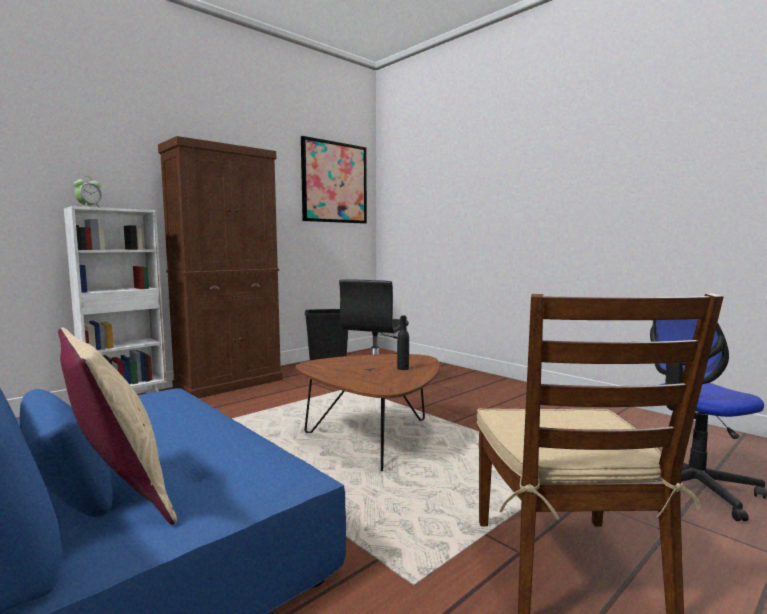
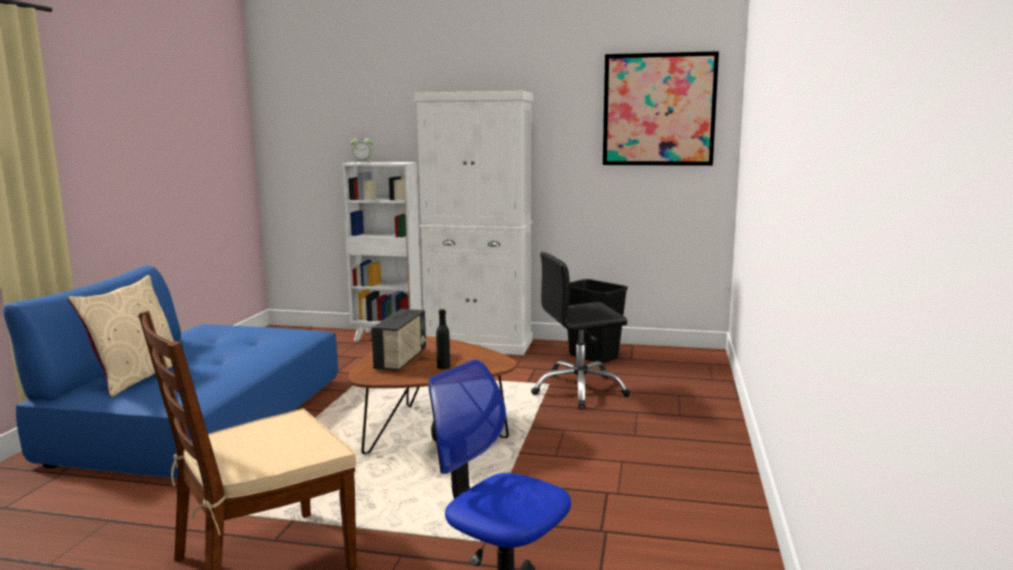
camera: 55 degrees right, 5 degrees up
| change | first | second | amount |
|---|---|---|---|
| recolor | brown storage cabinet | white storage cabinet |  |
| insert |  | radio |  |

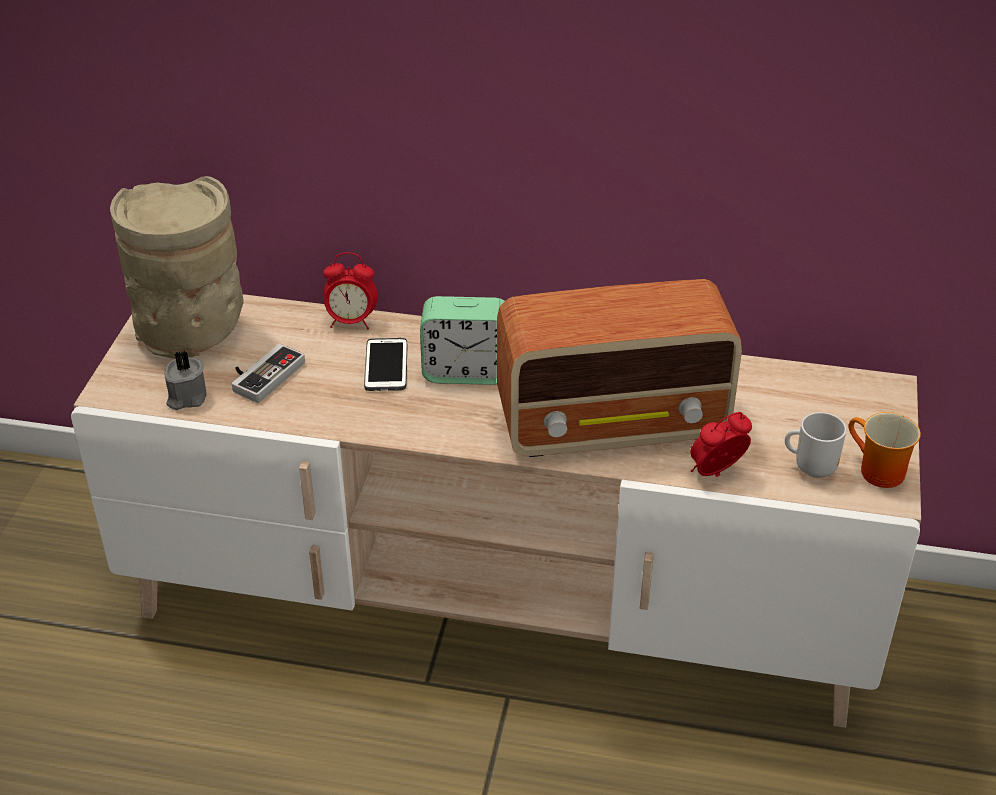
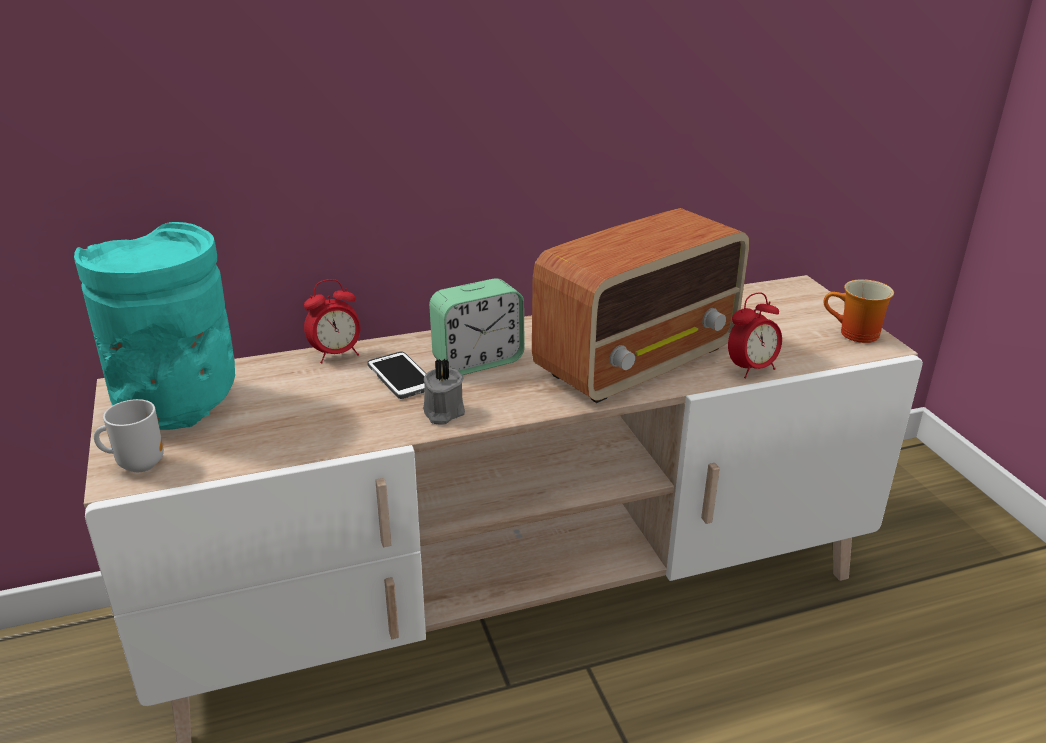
camera: 30 degrees left, 10 degrees down
| change | first | second | amount |
|---|---|---|---|
| recolor | sand-coloured vase | turquoise vase |  |
| delete | joypad |  |  |
| move | gray wax light |  |  |
| rotate | bedside clock (3rd from left) |  | 150 degrees counterclockwise |
| move | tea mug (1st from left) |  |  |

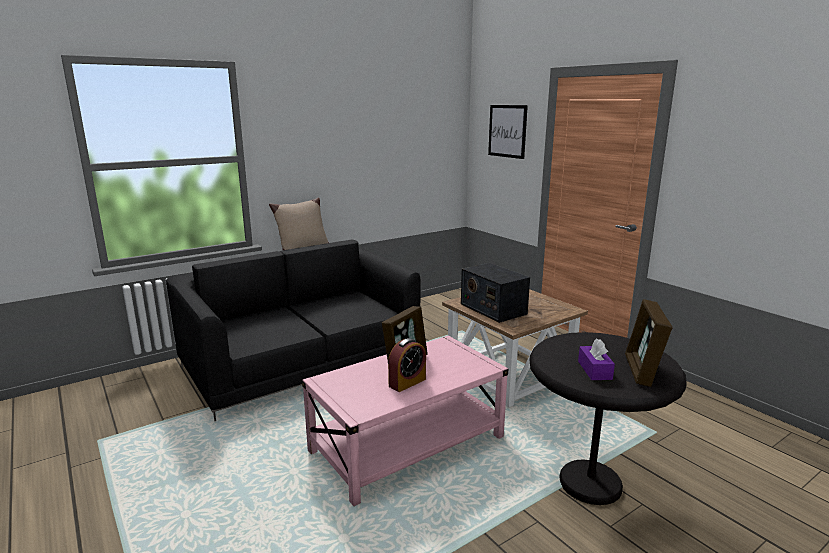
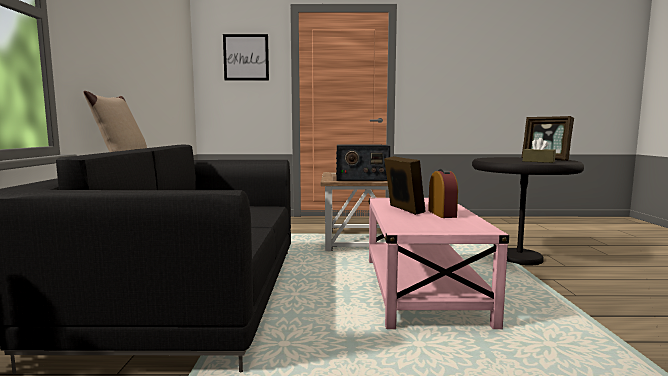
camera: 55 degrees left, 10 degrees down
| change | first | second | amount |
|---|---|---|---|
| recolor | purplish box of tissues | brown box of tissues |  |

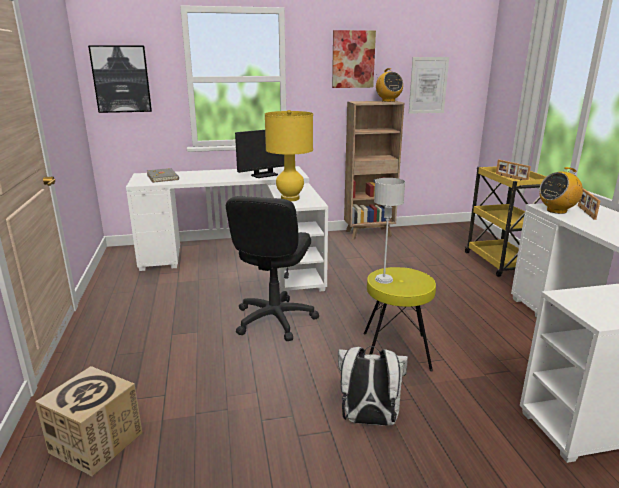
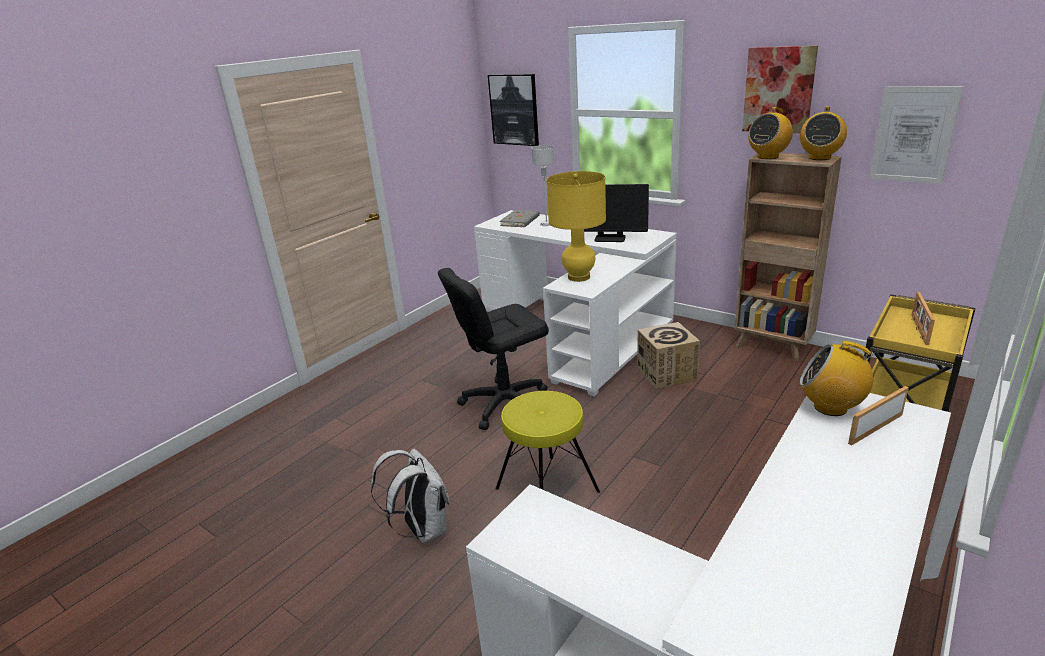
camera: 50 degrees right, 5 degrees up
| change | first | second | amount |
|---|---|---|---|
| move | gray table lamp |  |  |
| move | packing box |  |  |
| insert |  | radio (1st from left) |  |

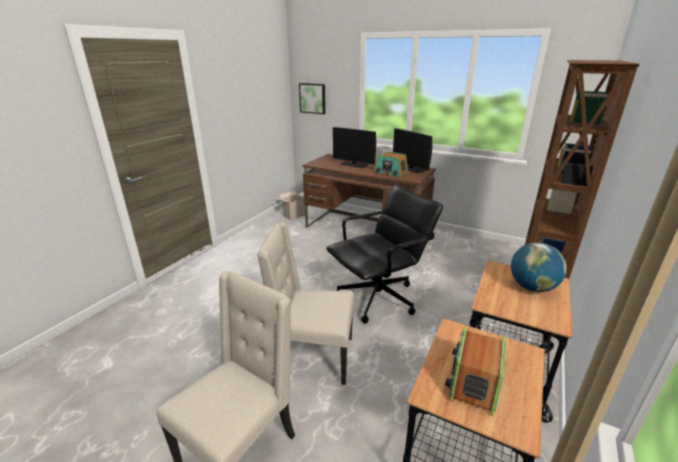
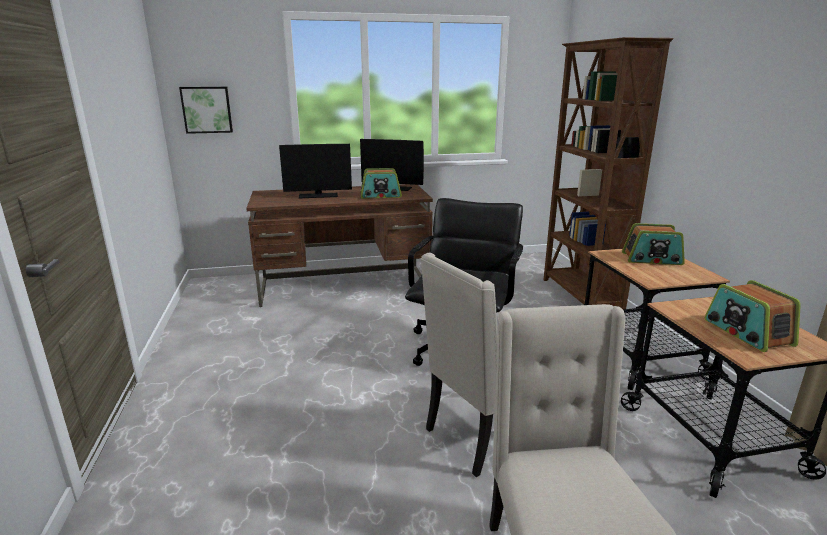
camera: 40 degrees left, 5 degrees down
| change | first | second | amount |
|---|---|---|---|
| delete | packing box |  |  |
| replace | world globe | radio (2nd from left) |  |

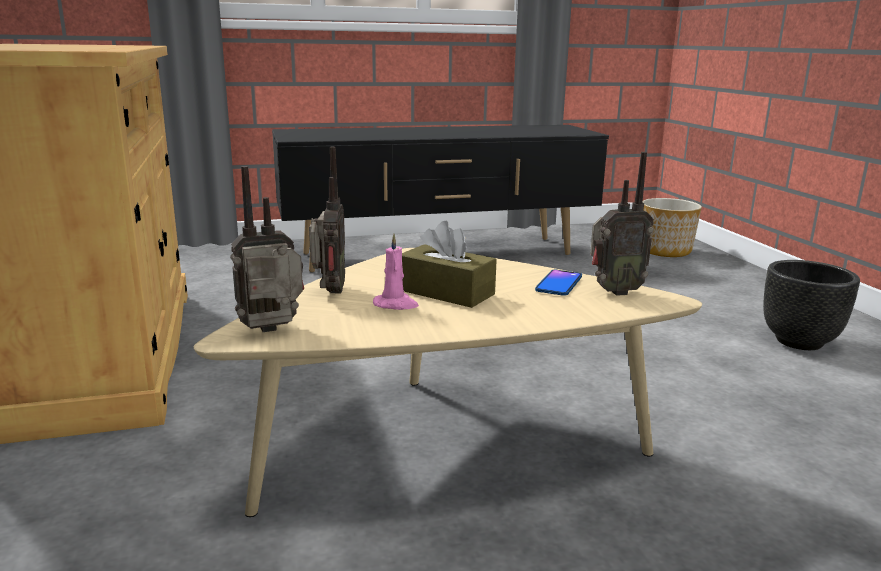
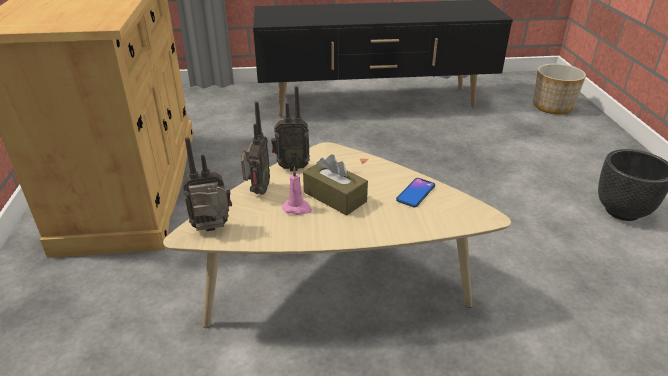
camera: 10 degrees right, 15 degrees up
| change | first | second | amount |
|---|---|---|---|
| move | radio (3rd from left) |  |  |

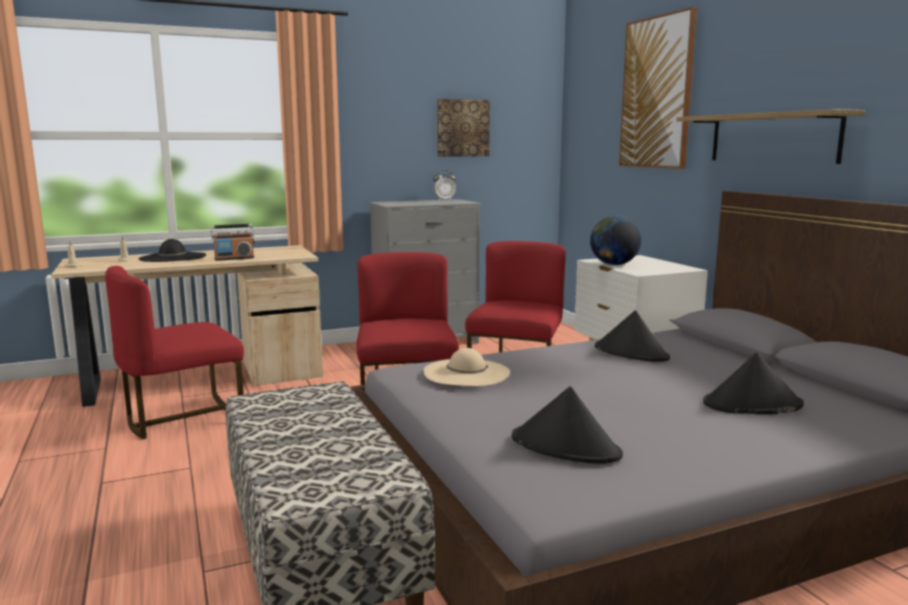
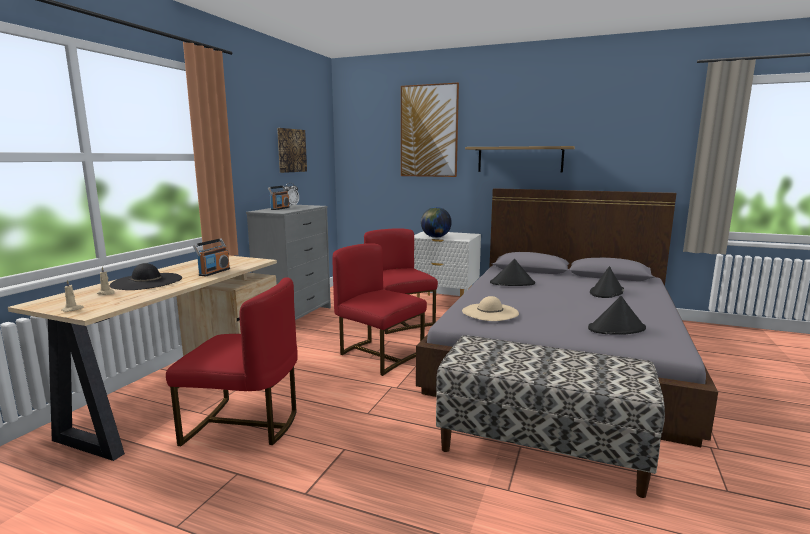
camera: 45 degrees left, 0 degrees up
| change | first | second | amount |
|---|---|---|---|
| rotate | red chair (1st from left) |  | 90 degrees counterclockwise |
| insert |  | radio (2nd from left) |  |

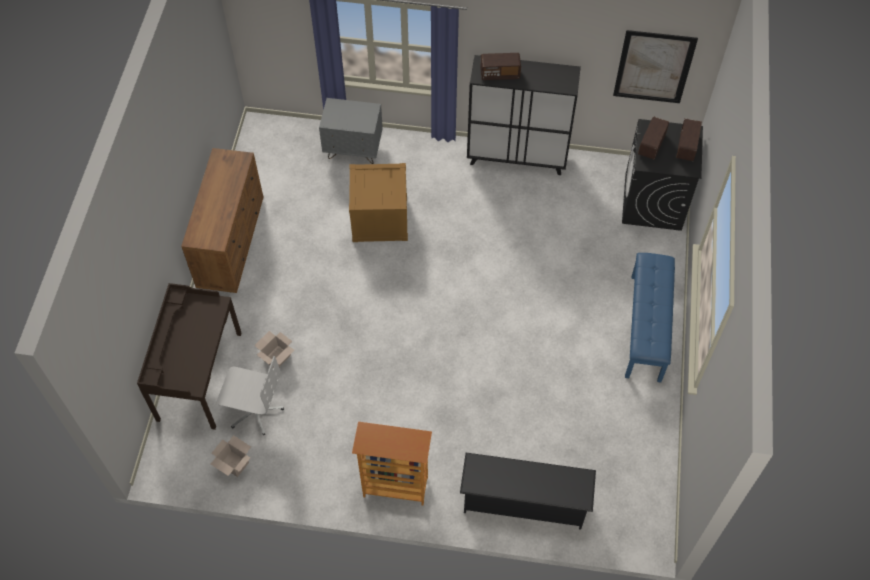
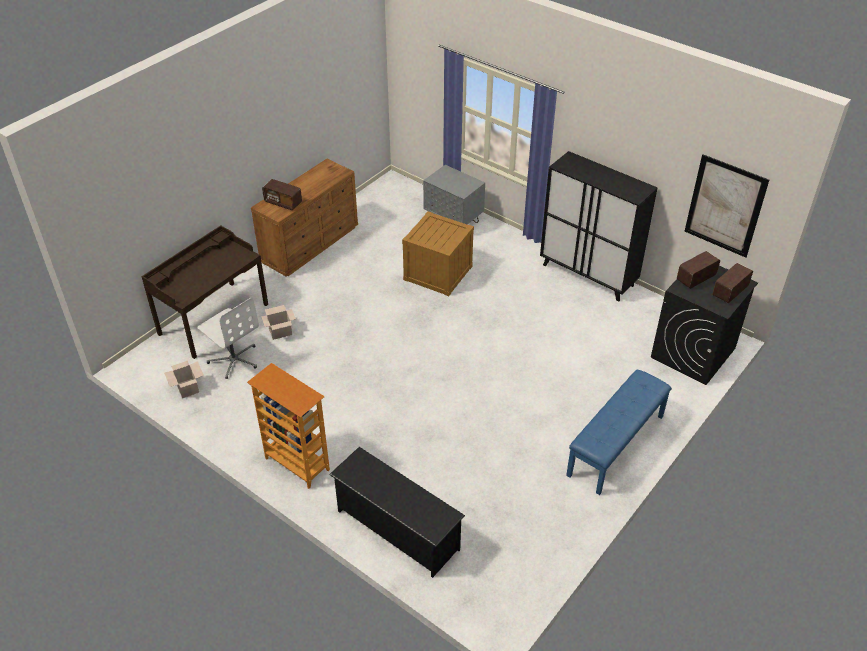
camera: 30 degrees right, 15 degrees down
| change | first | second | amount |
|---|---|---|---|
| move | radio (1st from left) |  |  |

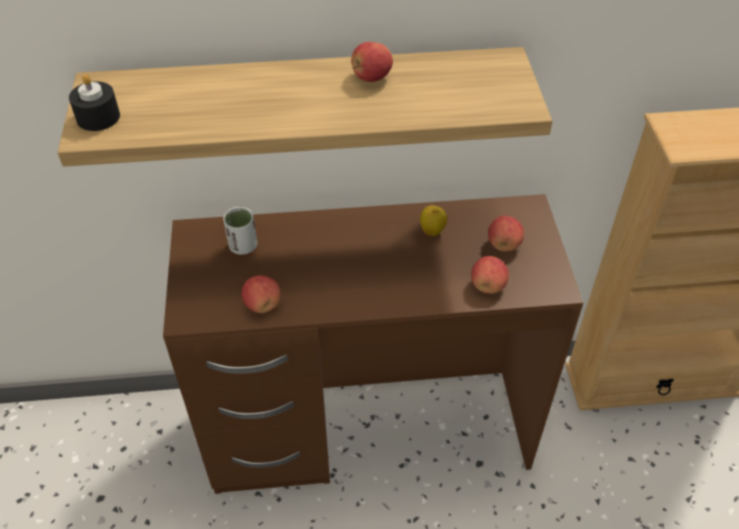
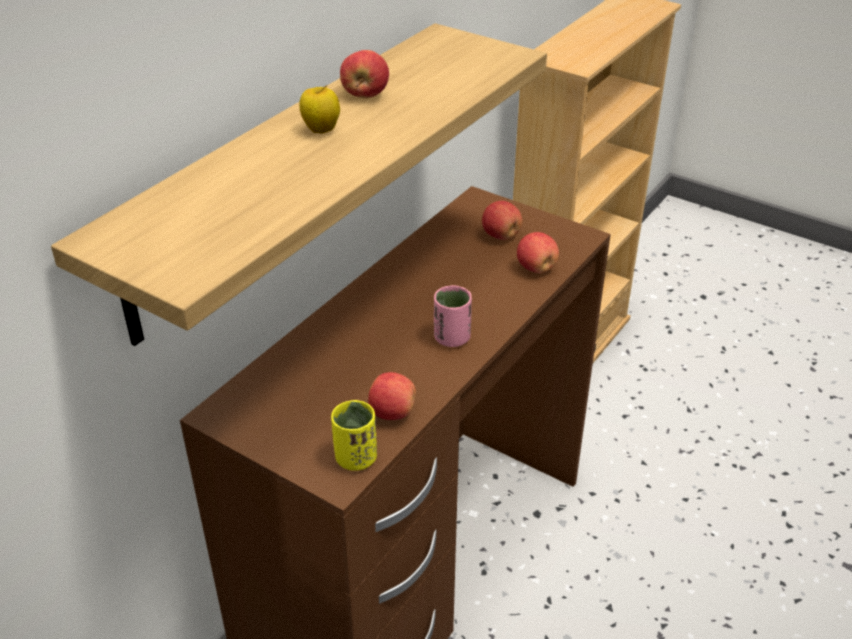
camera: 50 degrees left, 10 degrees down
| change | first | second | amount |
|---|---|---|---|
| delete | blackish wax light |  |  |
| move | whole apple (3rd from left in the first image) | whole apple (1st from left) |  |
| delete | white drinking cup |  |  |
| insert |  | pinkish drinking cup |  |
| insert |  | yellowish drinking cup |  |

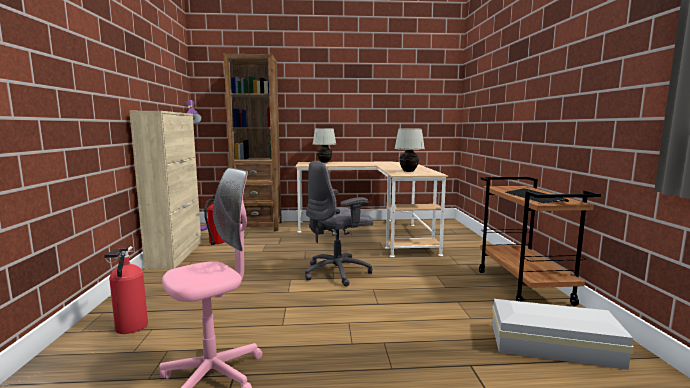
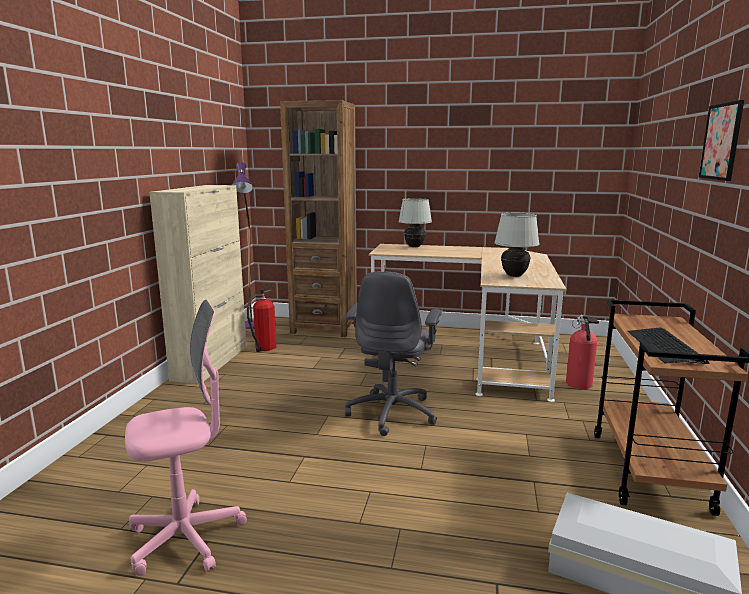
camera: 15 degrees right, 5 degrees up
| change | first | second | amount |
|---|---|---|---|
| rotate | gray computer chair |  | 60 degrees counterclockwise |
| move | extinguisher (1st from left in the first image) | extinguisher (2nd from left) |  |
| insert |  | wall art |  |

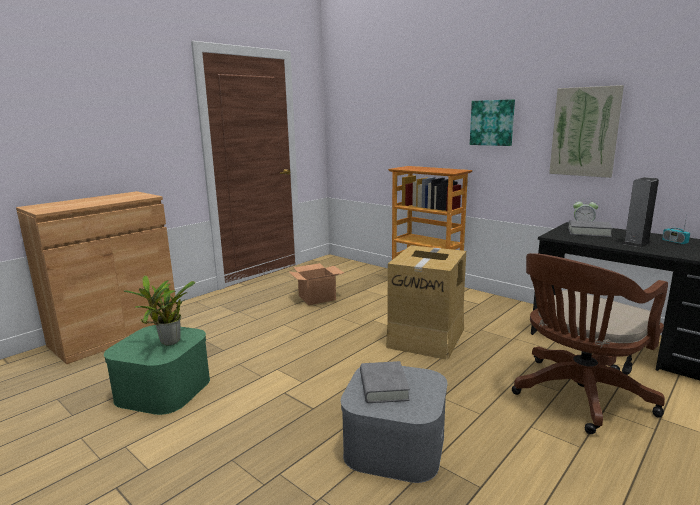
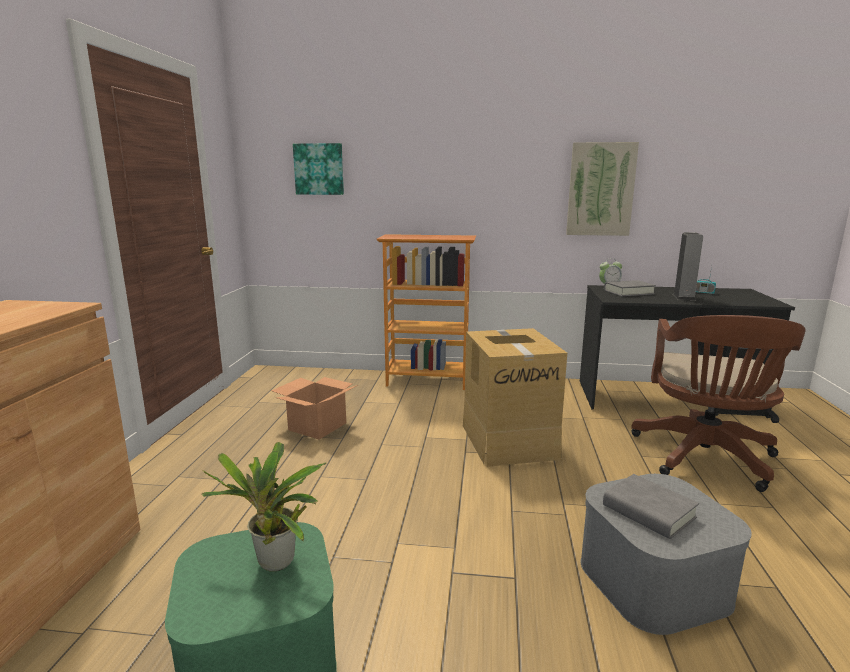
camera: 35 degrees left, 0 degrees up
| change | first | second | amount |
|---|---|---|---|
| move | wall art (1st from left) |  |  |

